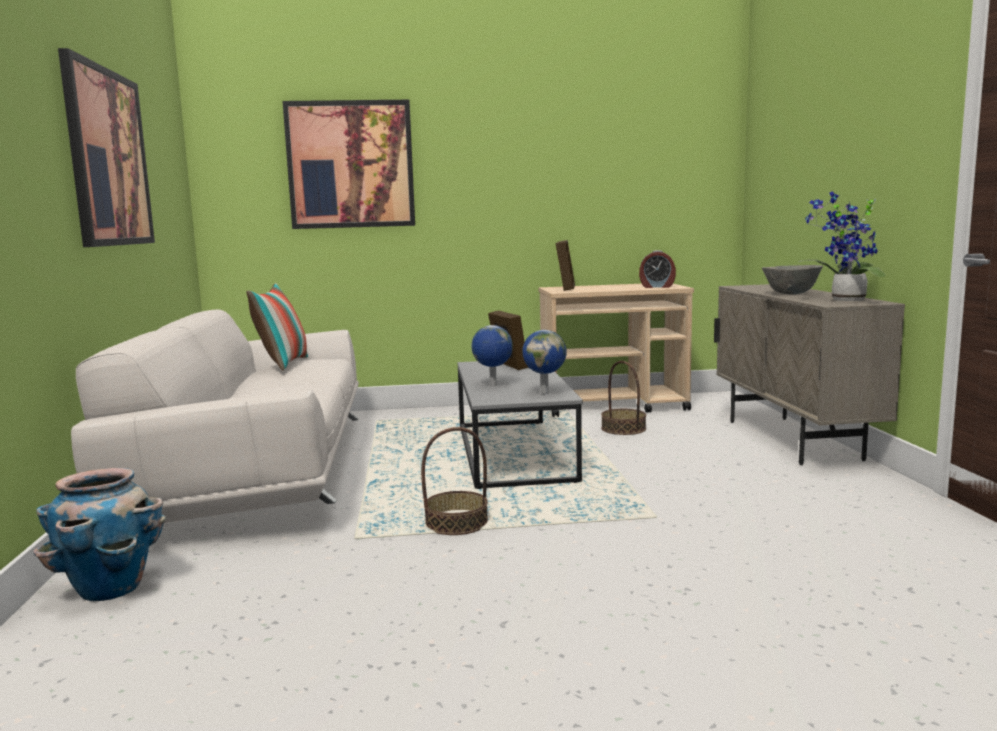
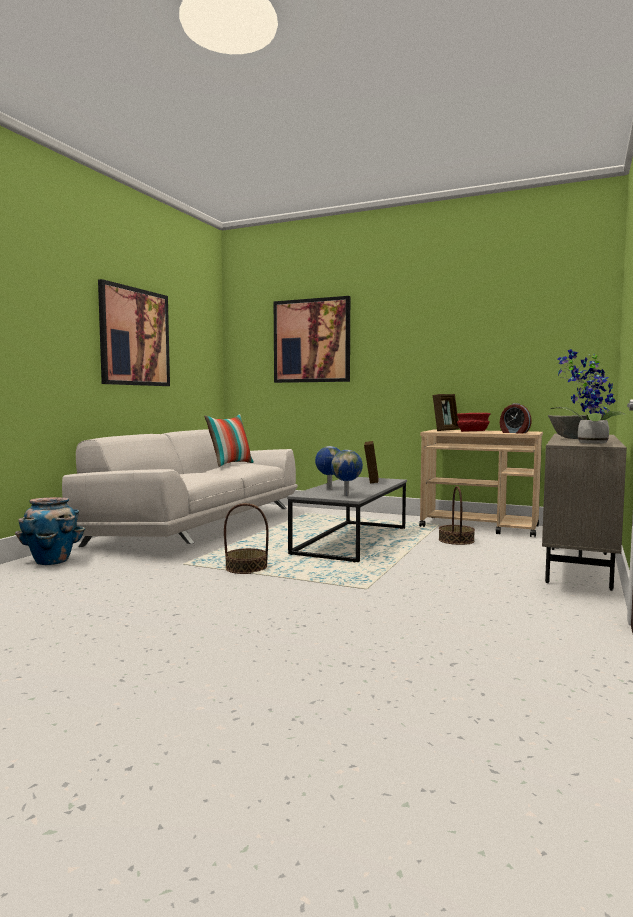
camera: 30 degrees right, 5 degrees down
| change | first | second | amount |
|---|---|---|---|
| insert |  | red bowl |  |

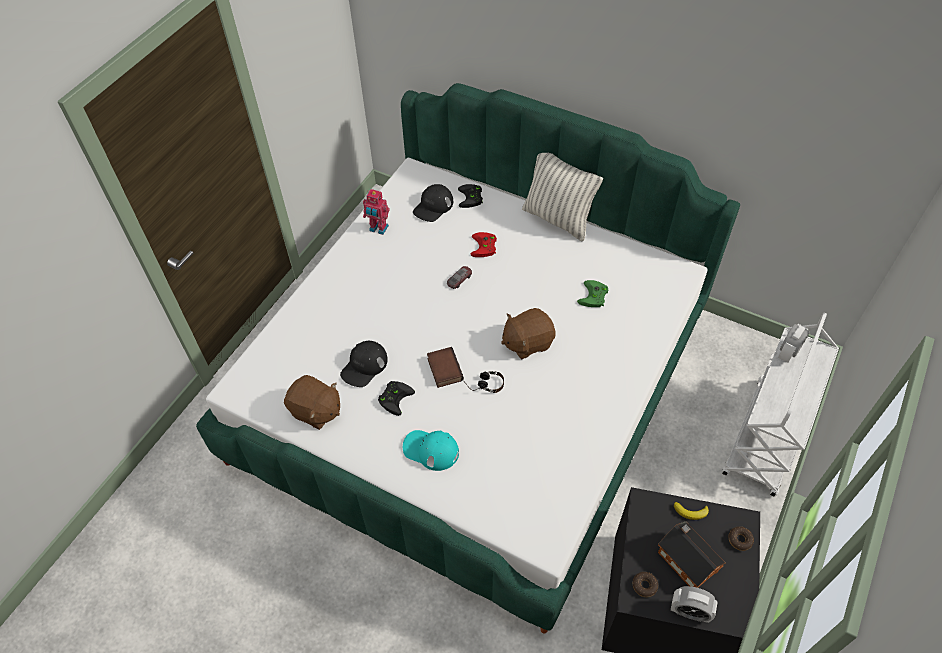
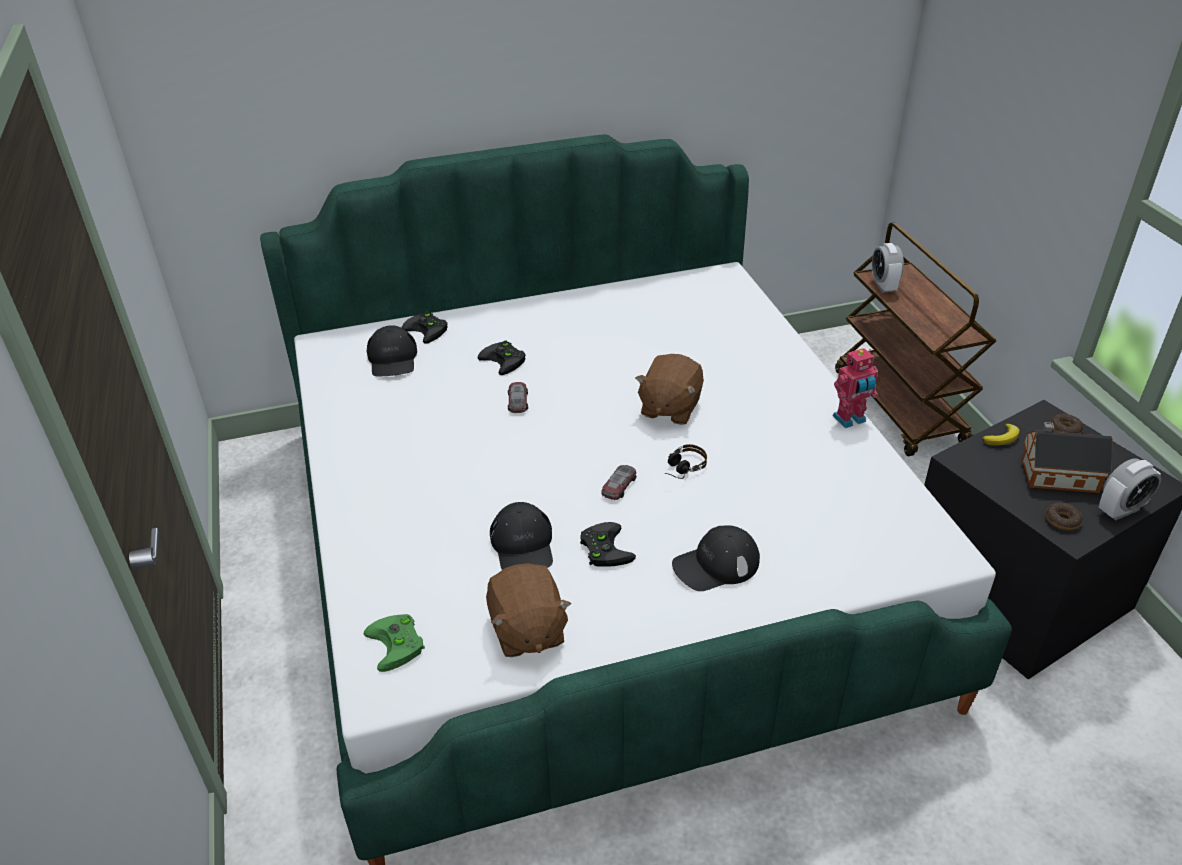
camera: 45 degrees left, 15 degrees down
| change | first | second | amount |
|---|---|---|---|
| delete | cushion |  |  |
| move | model robot |  |  |
| recolor | red joypad | blackish joypad (2nd from left) |  |
| move | greenish joypad |  |  |
| recolor | white trolley | brown trolley |  |
| replace | volume | toy car (2nd from left) |  |
| rotate | brown soft toy (1st from left) |  | 90 degrees clockwise |
| recolor | turquoise cap | blackish cap (3rd from left) |  |

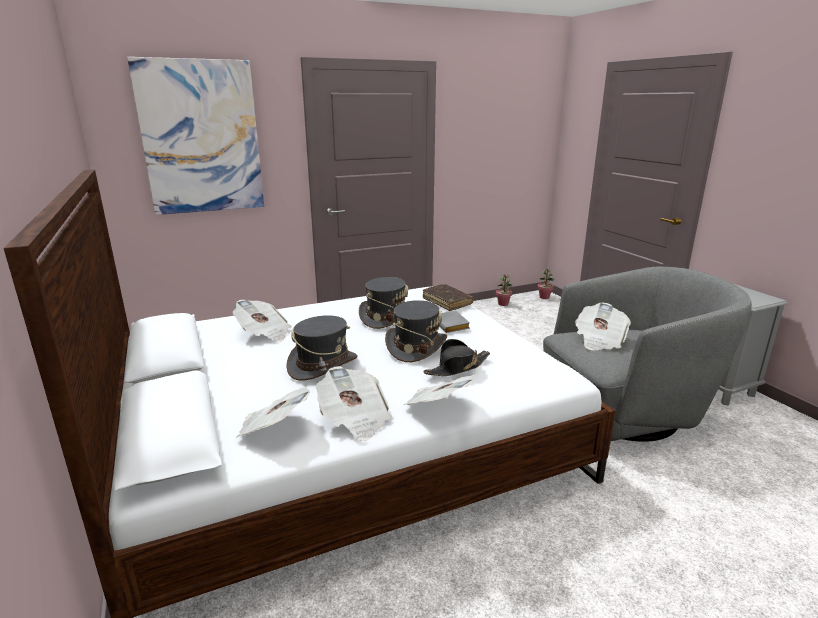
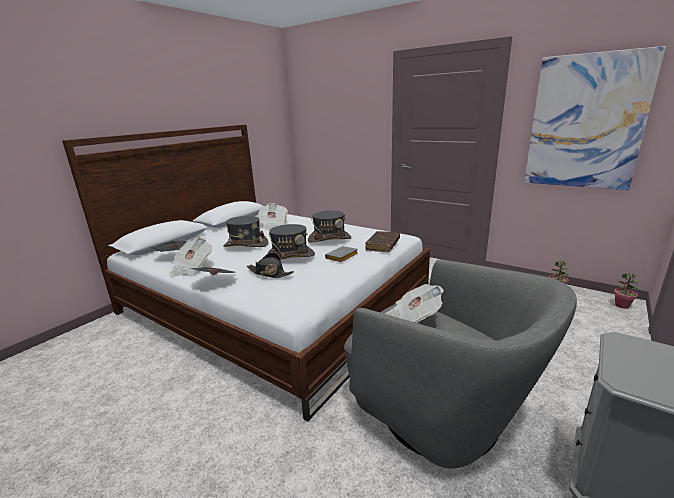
camera: 60 degrees right, 0 degrees up
| change | first | second | amount |
|---|---|---|---|
| move | wall art |  |  |

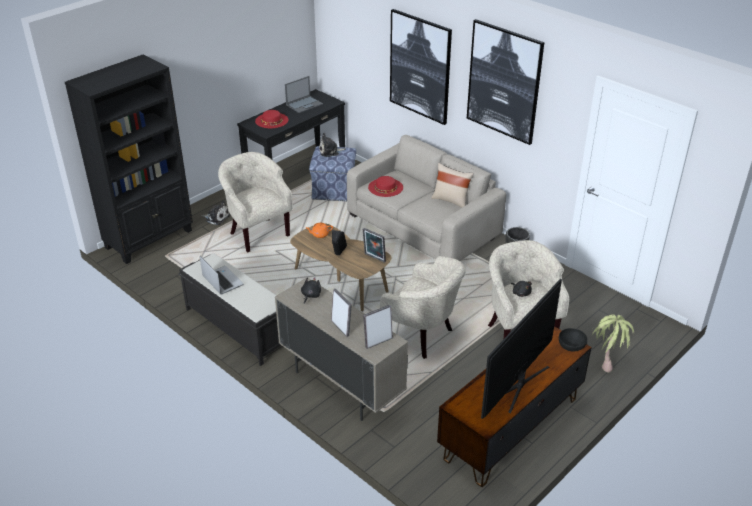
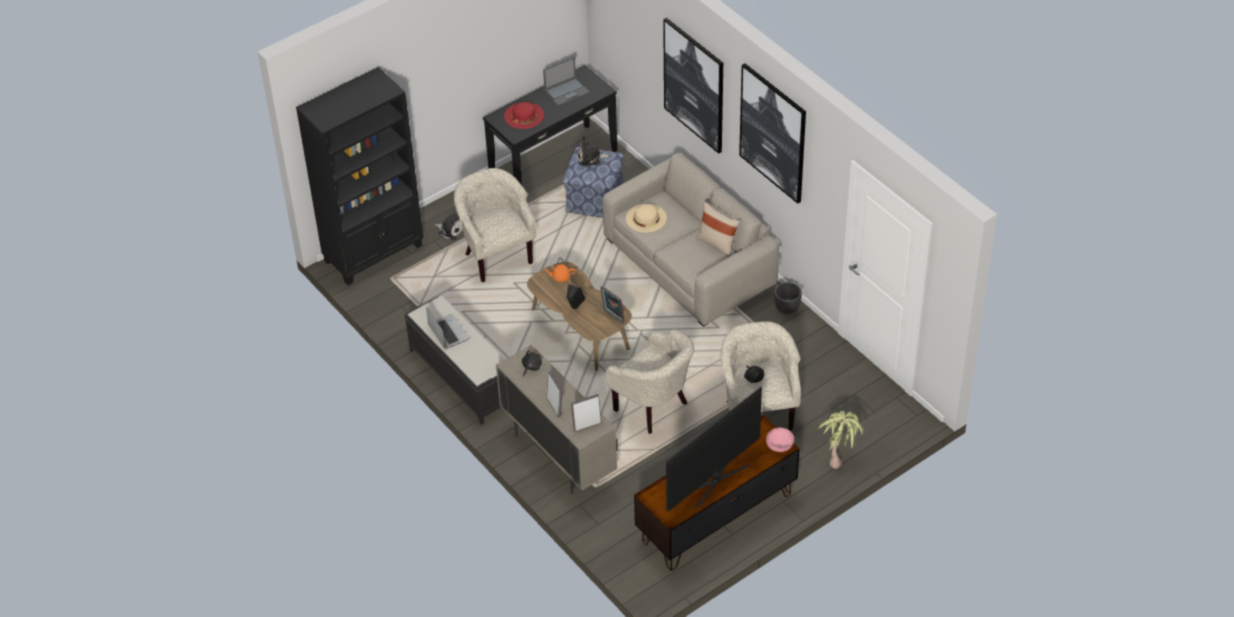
camera: 10 degrees right, 10 degrees up
| change | first | second | amount |
|---|---|---|---|
| recolor | red clothing hat (2nd from left) | sand-coloured clothing hat |  |
| recolor | blackish bowl | pinkish bowl |  |

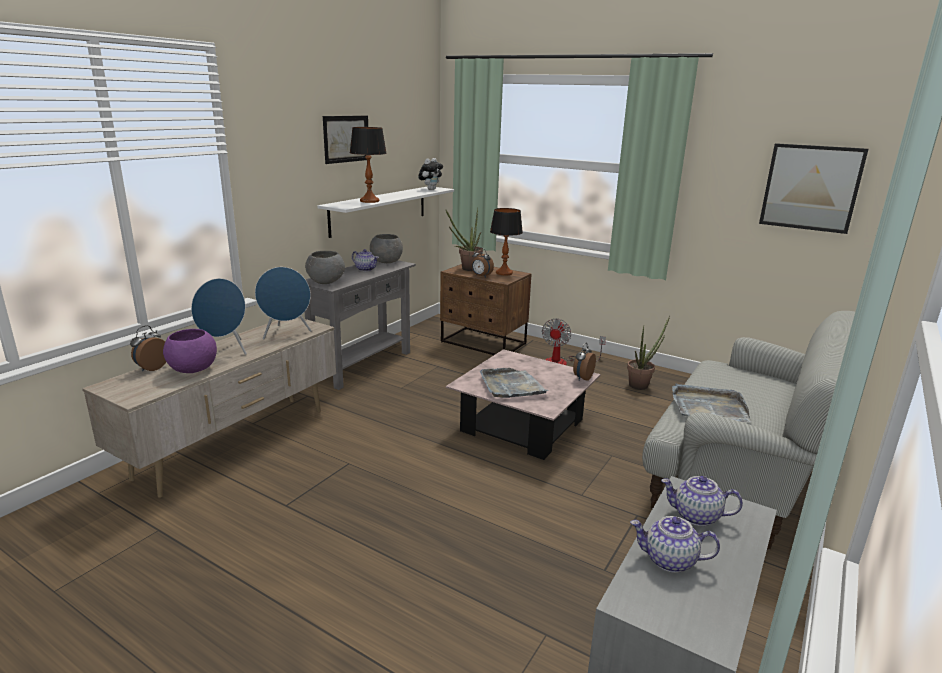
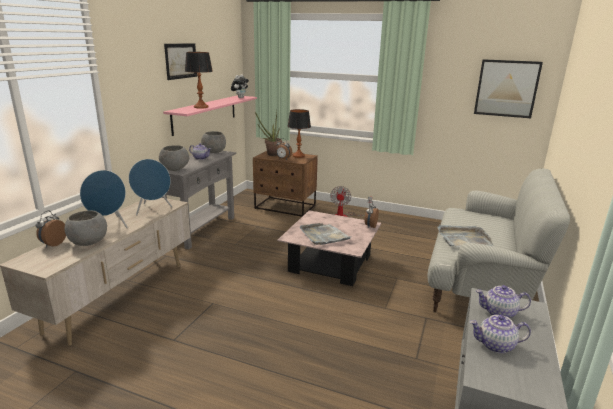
camera: 10 degrees left, 0 degrees up
| change | first | second | amount |
|---|---|---|---|
| recolor | white shelf | pinkish shelf |  |
| delete | potted plant (2nd from left) |  |  |
| recolor | purplish bowl | gray bowl (1st from left) |  |

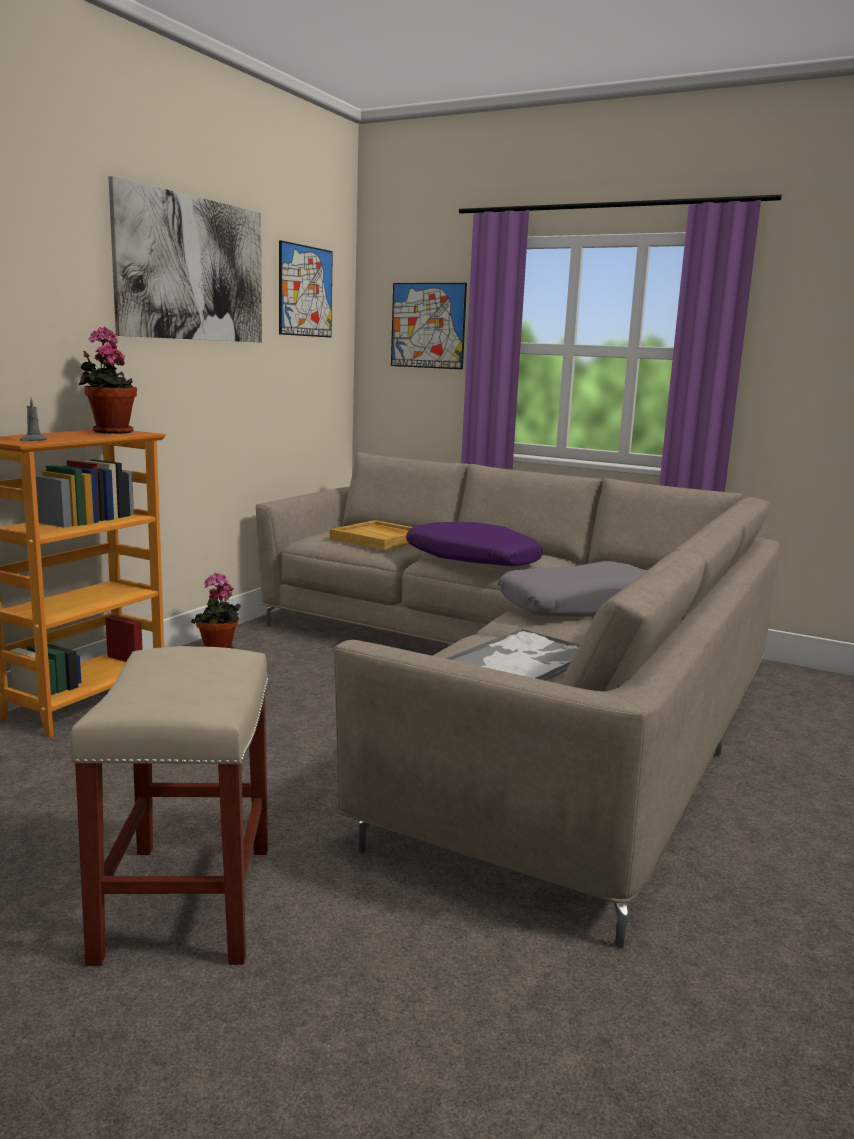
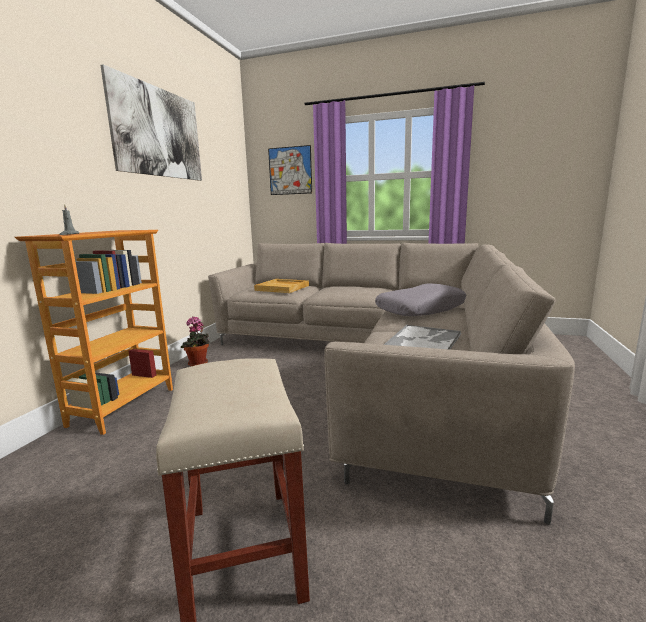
camera: 10 degrees left, 0 degrees up
| change | first | second | amount |
|---|---|---|---|
| delete | wall art (2nd from left) |  |  |
| delete | potted plant (1st from left) |  |  |
| delete | purplish cushion |  |  |

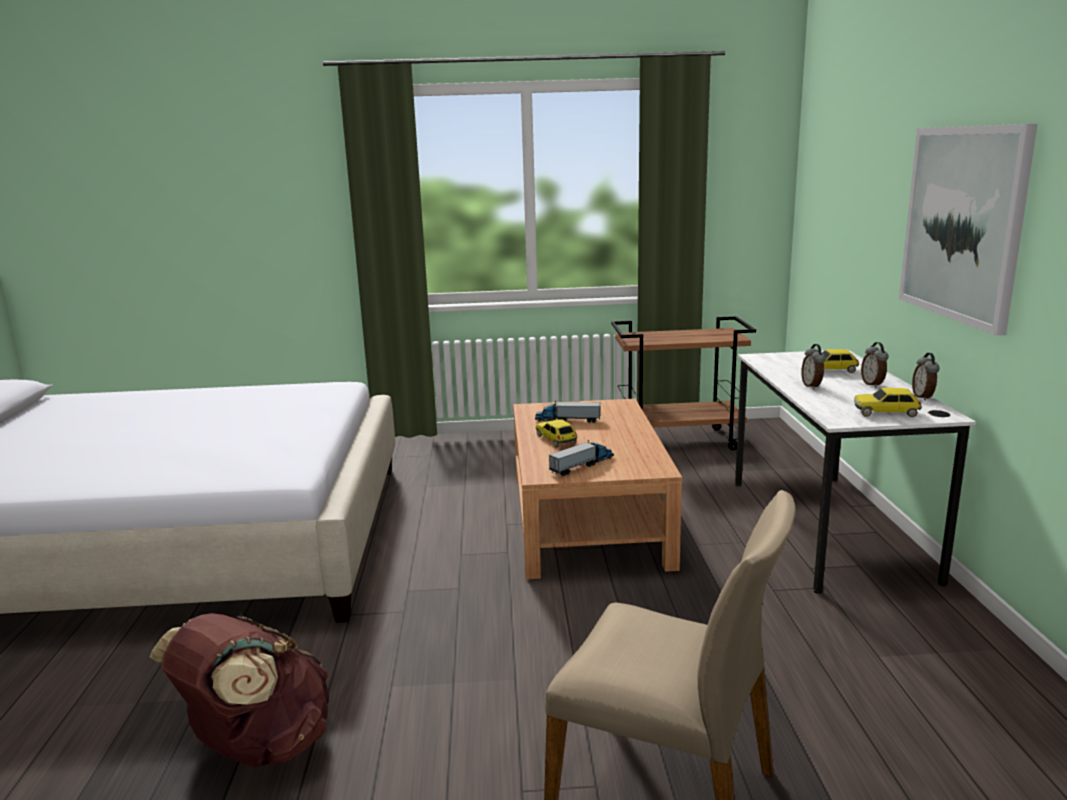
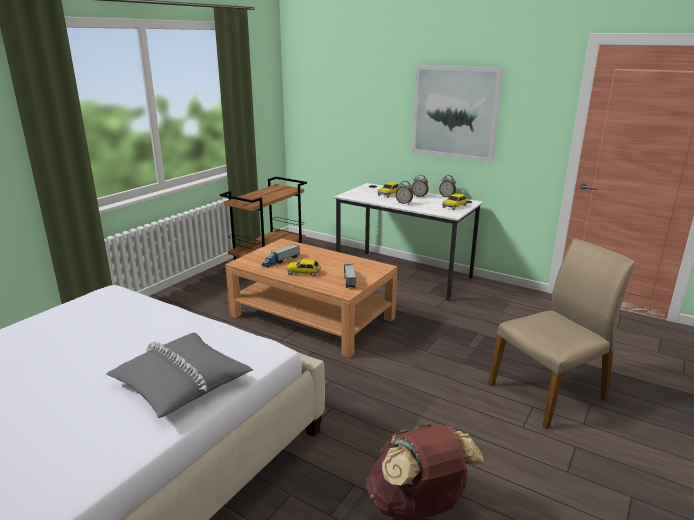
camera: 55 degrees left, 5 degrees up
| change | first | second | amount |
|---|---|---|---|
| insert |  | gray cushion |  |

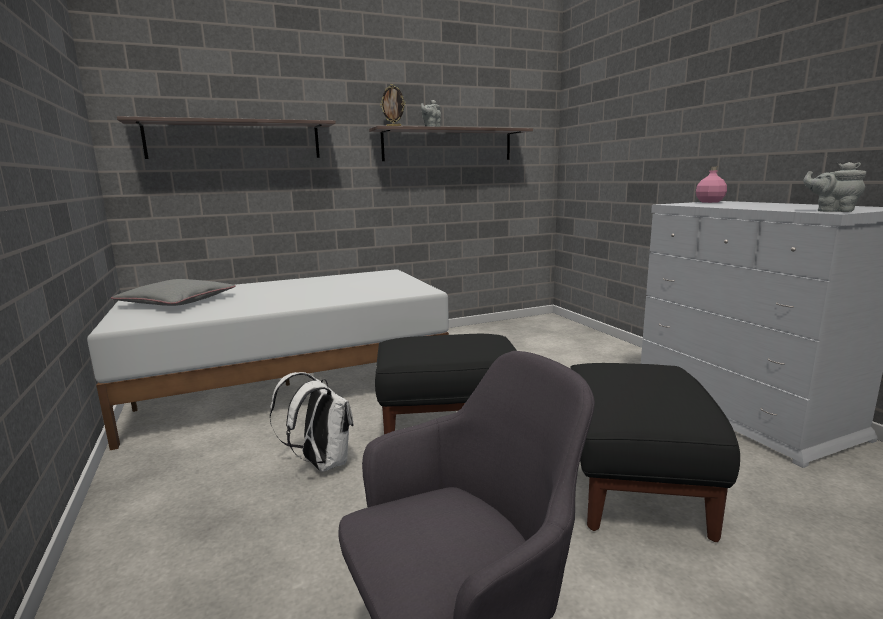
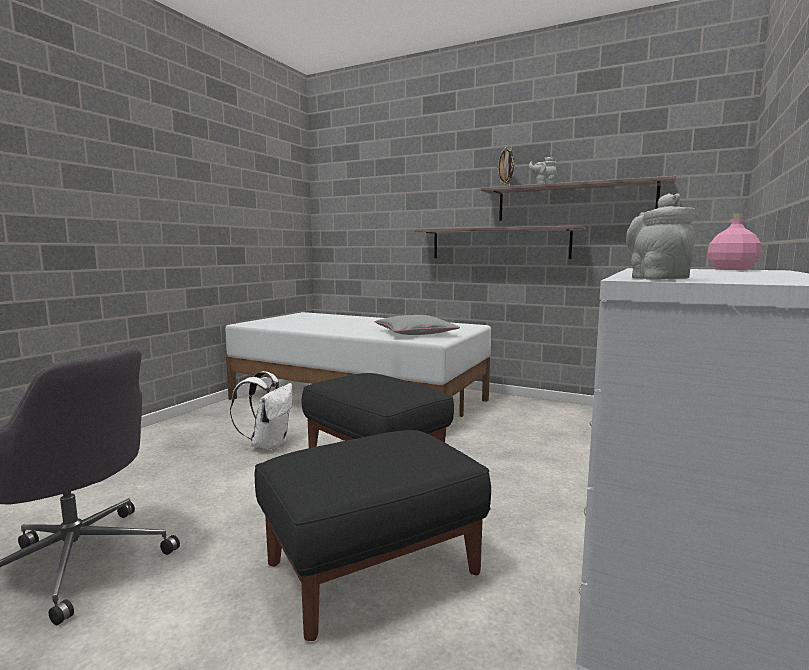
camera: 50 degrees right, 5 degrees down
| change | first | second | amount |
|---|---|---|---|
| move | shelf (1st from left) |  |  |
| move | gray cushion |  |  |

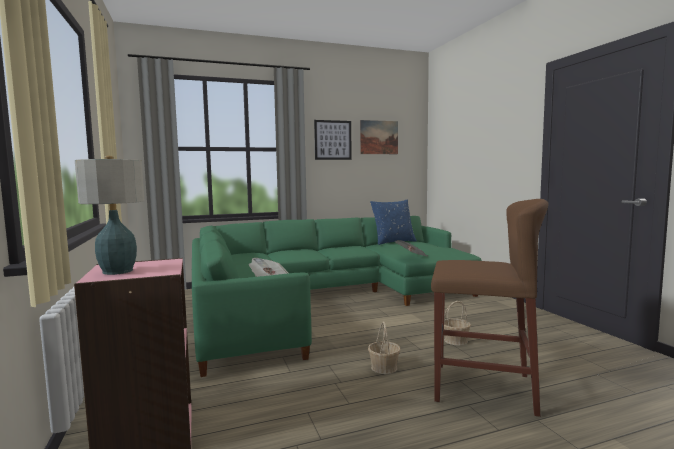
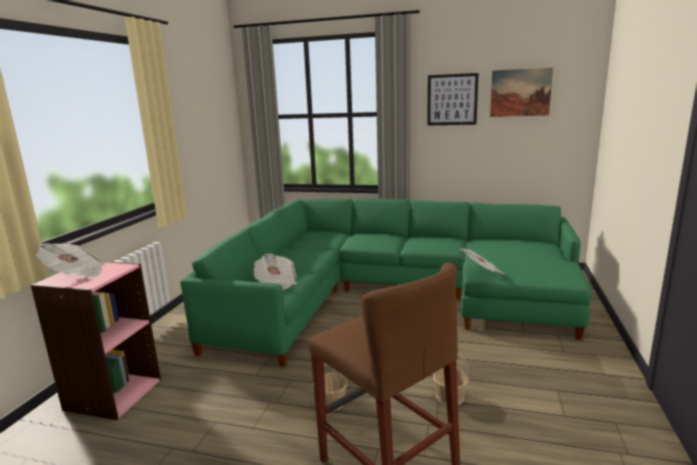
camera: 35 degrees right, 10 degrees up
| change | first | second | amount |
|---|---|---|---|
| replace | table lamp | newspaper (1st from left) |  |
| delete | blue cushion |  |  |

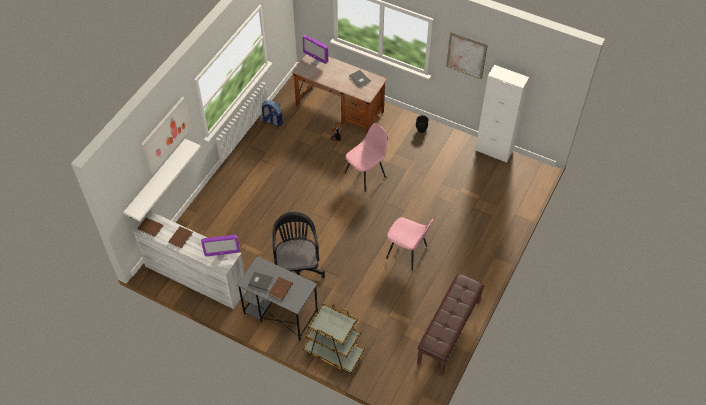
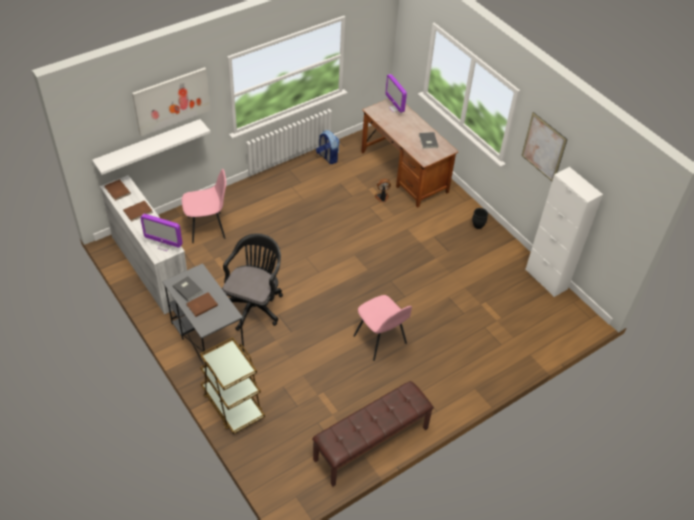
camera: 25 degrees right, 5 degrees down
| change | first | second | amount |
|---|---|---|---|
| move | pinkish chair (1st from left) |  |  |

